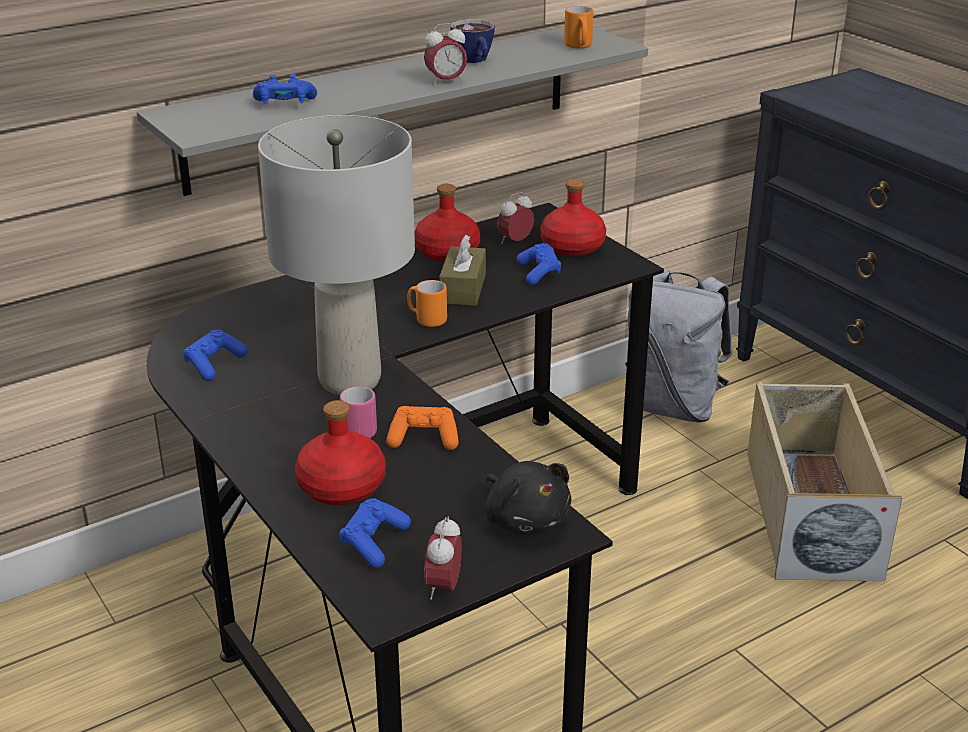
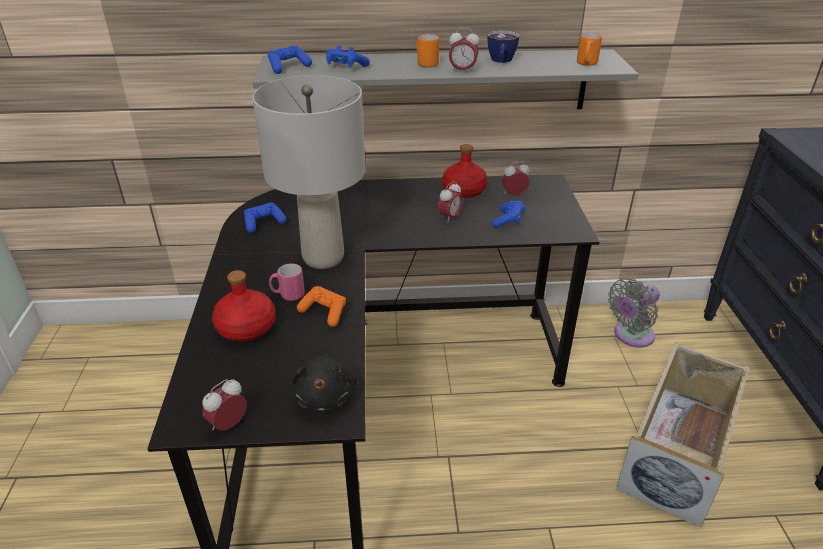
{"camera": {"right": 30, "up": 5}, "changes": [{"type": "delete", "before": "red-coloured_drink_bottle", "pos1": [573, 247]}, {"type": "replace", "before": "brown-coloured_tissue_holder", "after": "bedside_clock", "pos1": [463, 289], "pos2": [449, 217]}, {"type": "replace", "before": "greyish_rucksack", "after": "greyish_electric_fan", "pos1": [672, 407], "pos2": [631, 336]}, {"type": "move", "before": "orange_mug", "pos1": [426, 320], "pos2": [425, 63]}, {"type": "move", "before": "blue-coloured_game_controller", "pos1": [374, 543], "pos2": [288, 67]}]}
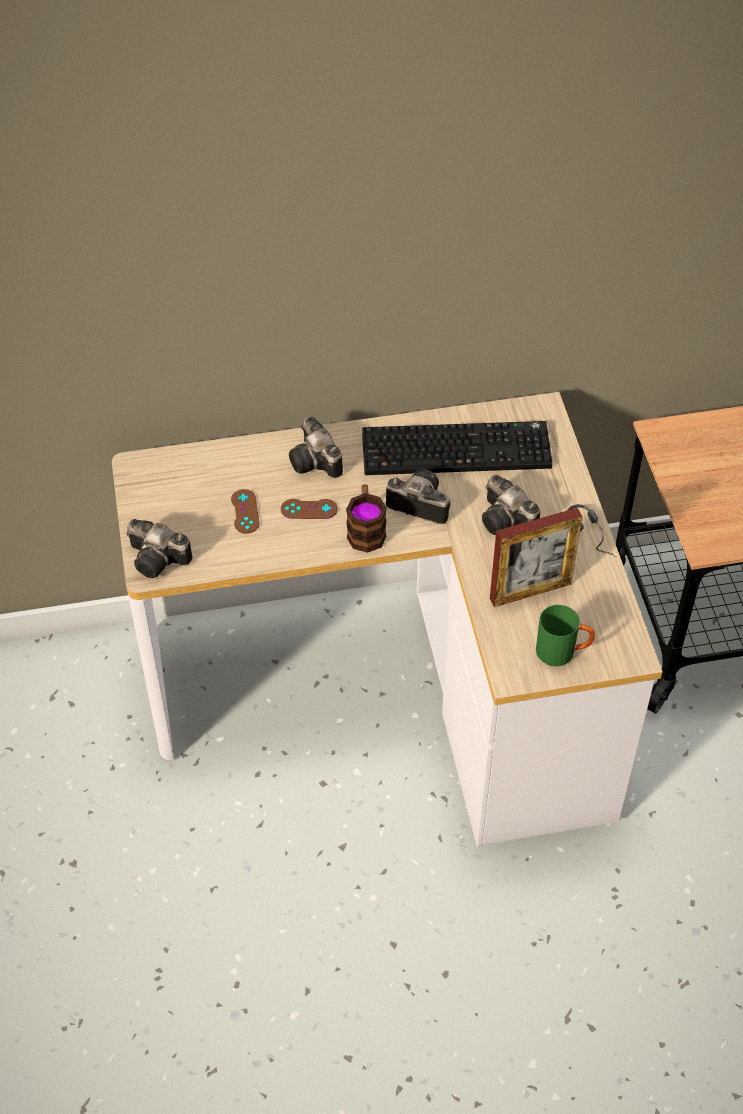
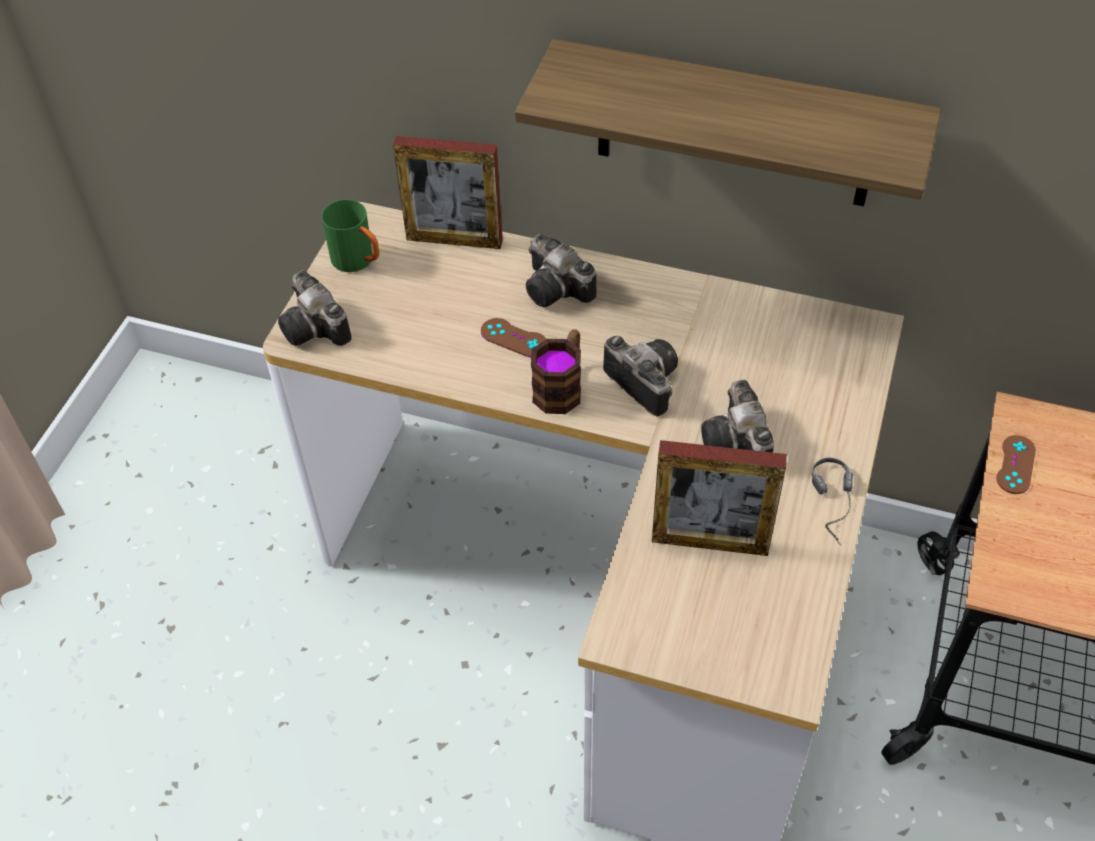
{"camera": {"right": 30, "up": 0}, "changes": [{"type": "rotate", "before": "still_camera", "pos1": [317, 462], "pos2": [559, 290], "turn": -45}, {"type": "delete", "before": "computer_keyboard", "pos1": [457, 448]}, {"type": "move", "before": "brown-coloured_game_controller", "pos1": [245, 511], "pos2": [1015, 465]}, {"type": "move", "before": "green-coloured_mug", "pos1": [563, 652], "pos2": [359, 262]}, {"type": "insert", "after": "wall_shelf", "pos2": [735, 126]}, {"type": "insert", "after": "standing_frame", "pos2": [454, 240]}]}
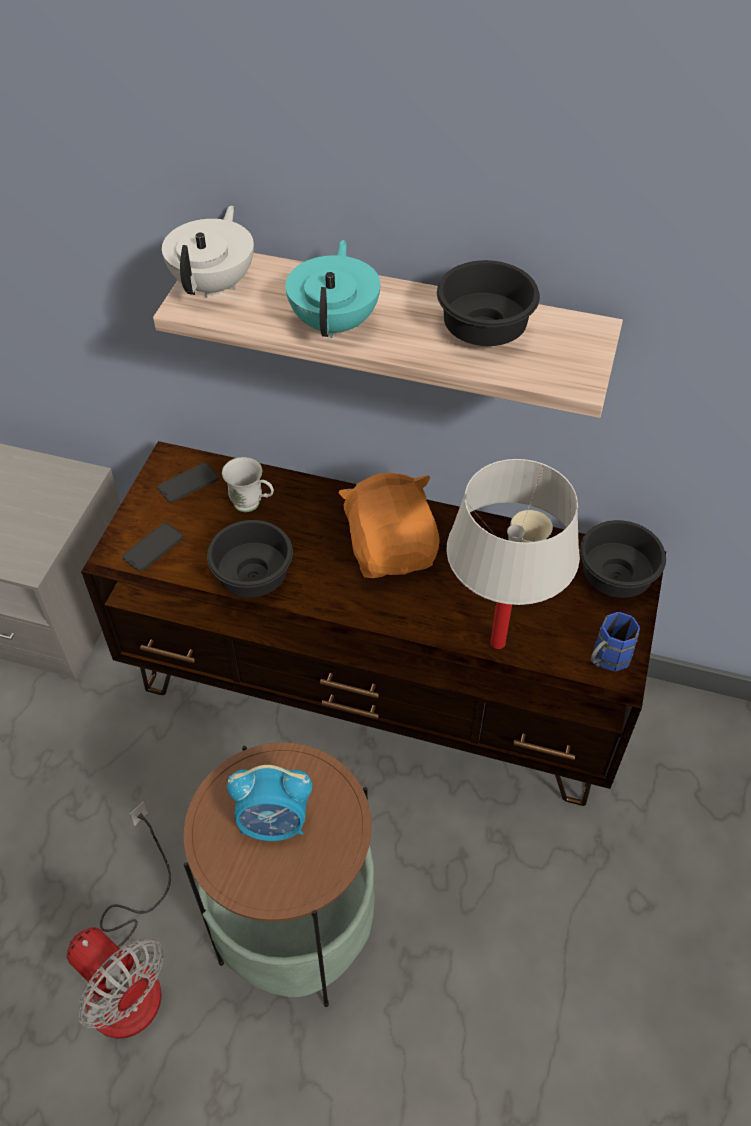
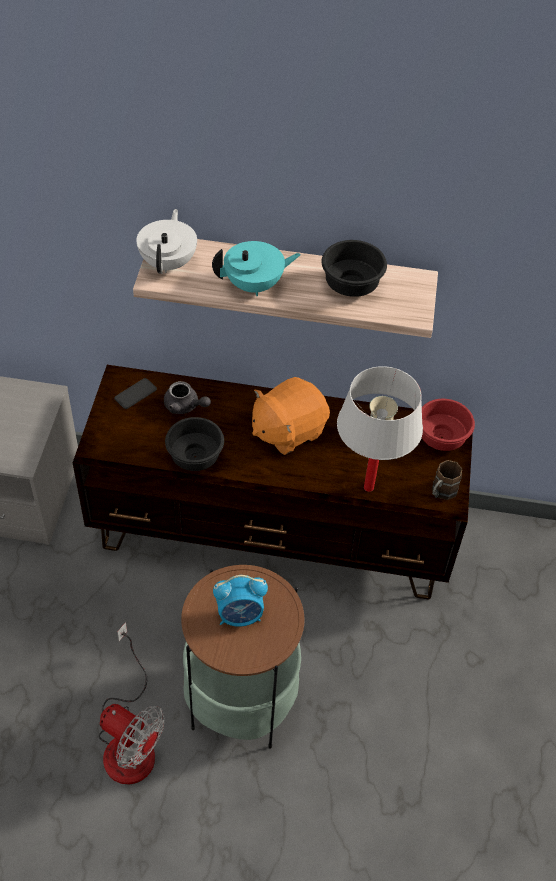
{"camera": {"right": -10, "up": 0}, "changes": [{"type": "rotate", "before": "turquoise-coloured_teapot", "pos1": [335, 323], "pos2": [254, 285], "turn": 75}, {"type": "replace", "before": "whitish_mug", "after": "greyish_teapot", "pos1": [252, 505], "pos2": [185, 406]}, {"type": "rotate", "before": "orange_plush_toy", "pos1": [392, 549], "pos2": [288, 430], "turn": -105}, {"type": "recolor", "before": "black_deep_dish", "after": "red-coloured_deep_dish", "pos1": [614, 578], "pos2": [440, 438]}, {"type": "delete", "before": "telephone", "pos1": [153, 547]}, {"type": "recolor", "before": "blue-coloured_mug", "after": "brown-coloured_mug", "pos1": [605, 660], "pos2": [441, 493]}]}
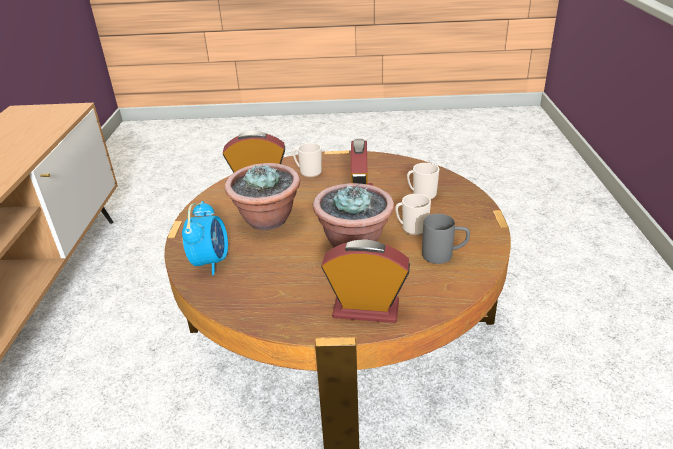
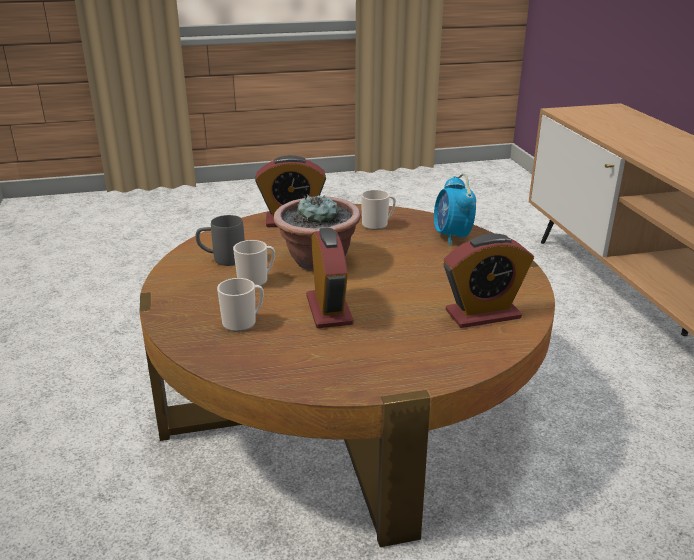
{"camera": {"right": 165, "up": -5}, "changes": [{"type": "move", "before": "mug", "pos1": [308, 172], "pos2": [377, 225]}, {"type": "delete", "before": "houseplant", "pos1": [267, 220]}]}
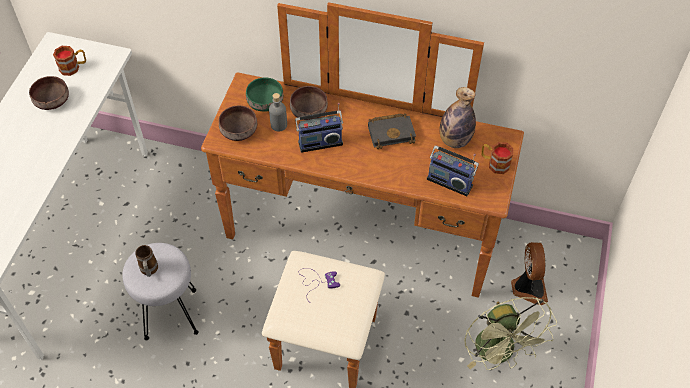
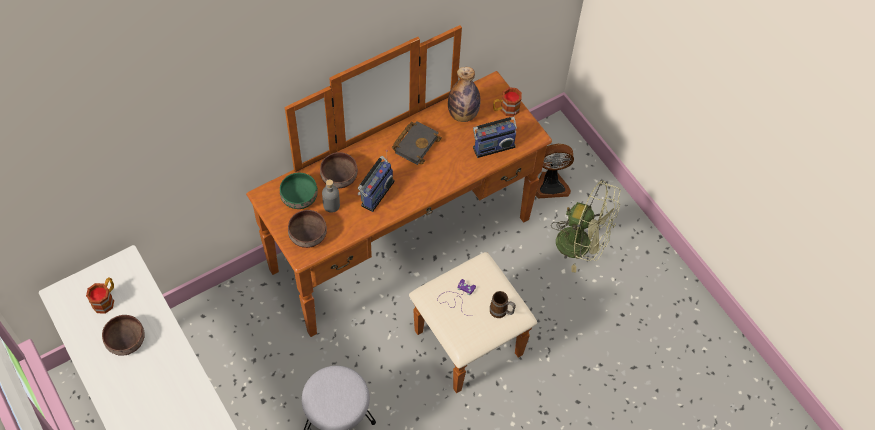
{"camera": {"right": -50, "up": 5}, "changes": [{"type": "rotate", "before": "electric_fan", "pos1": [528, 287], "pos2": [551, 184], "turn": 135}, {"type": "move", "before": "mug", "pos1": [149, 271], "pos2": [501, 312]}]}
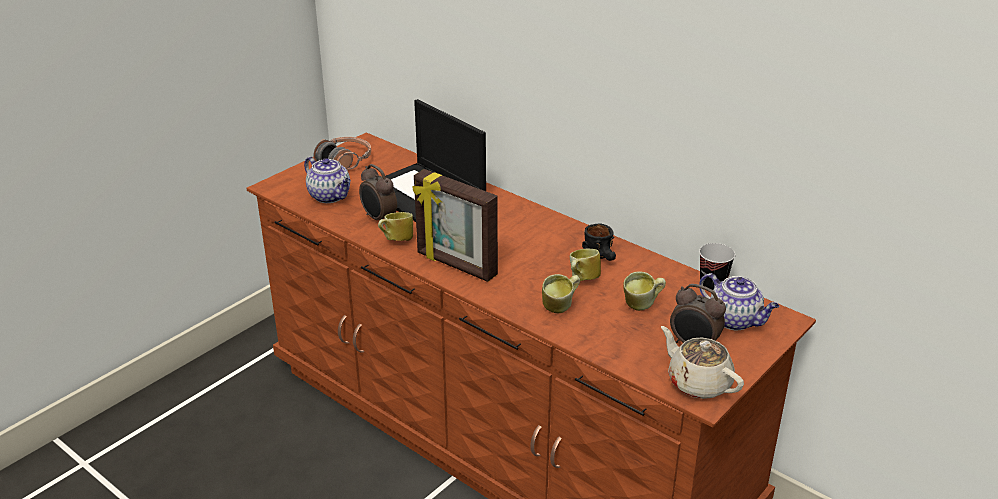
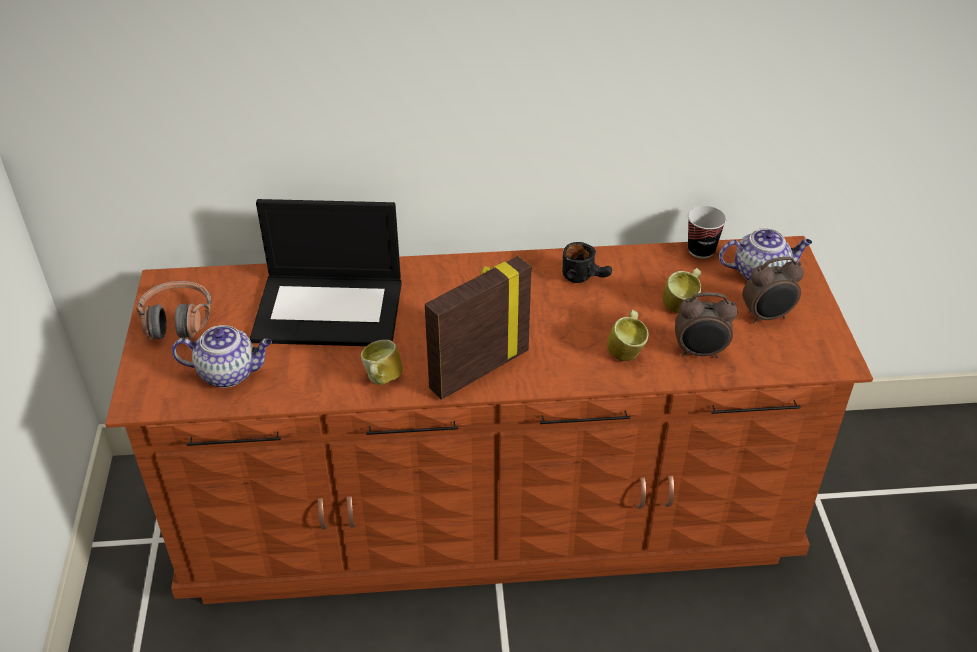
{"camera": {"right": -45, "up": 10}, "changes": [{"type": "move", "before": "bedside_clock", "pos1": [378, 219], "pos2": [700, 353]}, {"type": "rotate", "before": "standing_frame", "pos1": [455, 265], "pos2": [478, 369], "turn": 150}, {"type": "delete", "before": "mug", "pos1": [582, 280]}, {"type": "delete", "before": "beige_teapot", "pos1": [698, 382]}]}
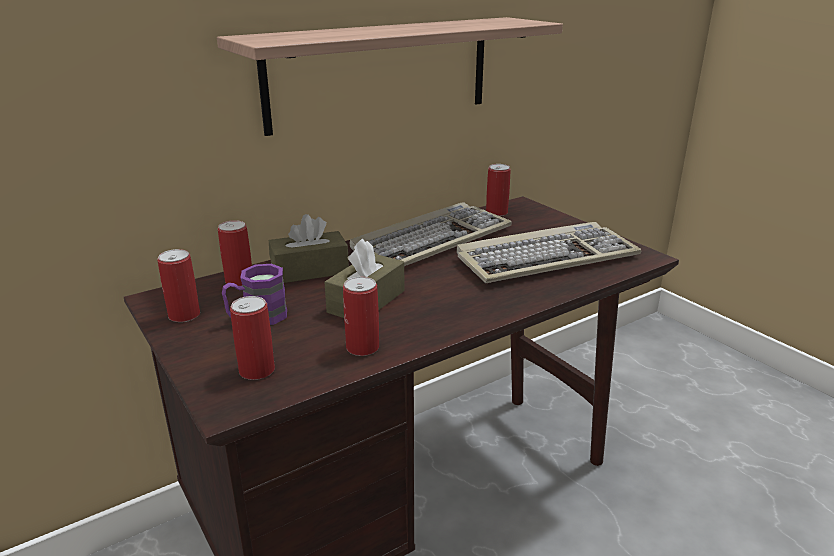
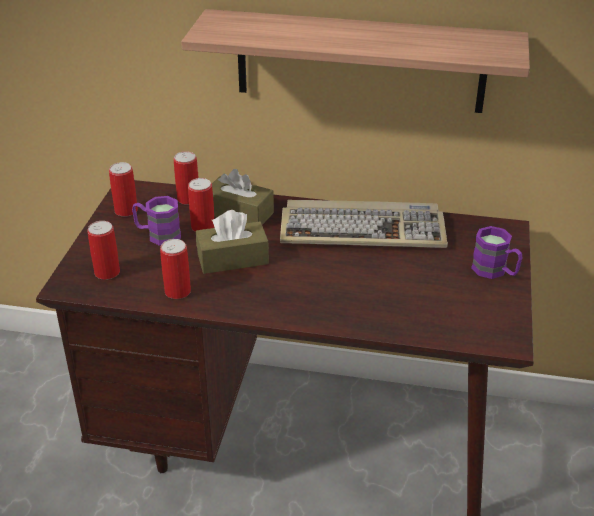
{"camera": {"right": 45, "up": 10}, "changes": [{"type": "move", "before": "sealed_can", "pos1": [496, 212], "pos2": [203, 227]}, {"type": "delete", "before": "computer_keyboard", "pos1": [546, 258]}, {"type": "insert", "after": "purple-coloured_mug", "pos2": [495, 271]}]}
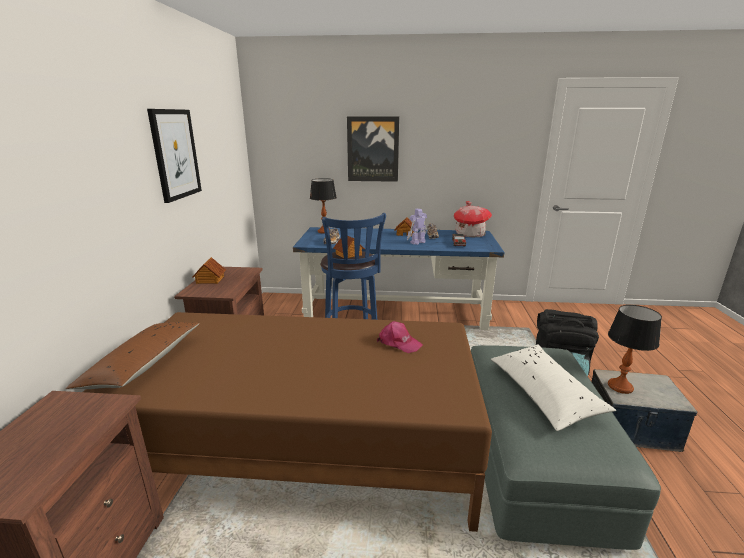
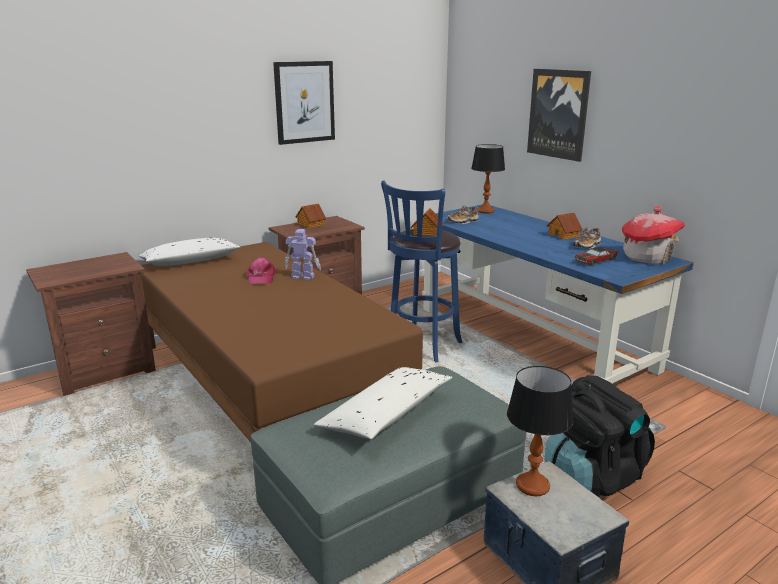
{"camera": {"right": 50, "up": 0}, "changes": [{"type": "move", "before": "toy_robot", "pos1": [417, 242], "pos2": [302, 276]}, {"type": "move", "before": "pink_cap", "pos1": [399, 343], "pos2": [261, 277]}, {"type": "recolor", "before": "brown-coloured_cushion", "after": "whitish_cushion", "pos1": [143, 364], "pos2": [191, 262]}]}
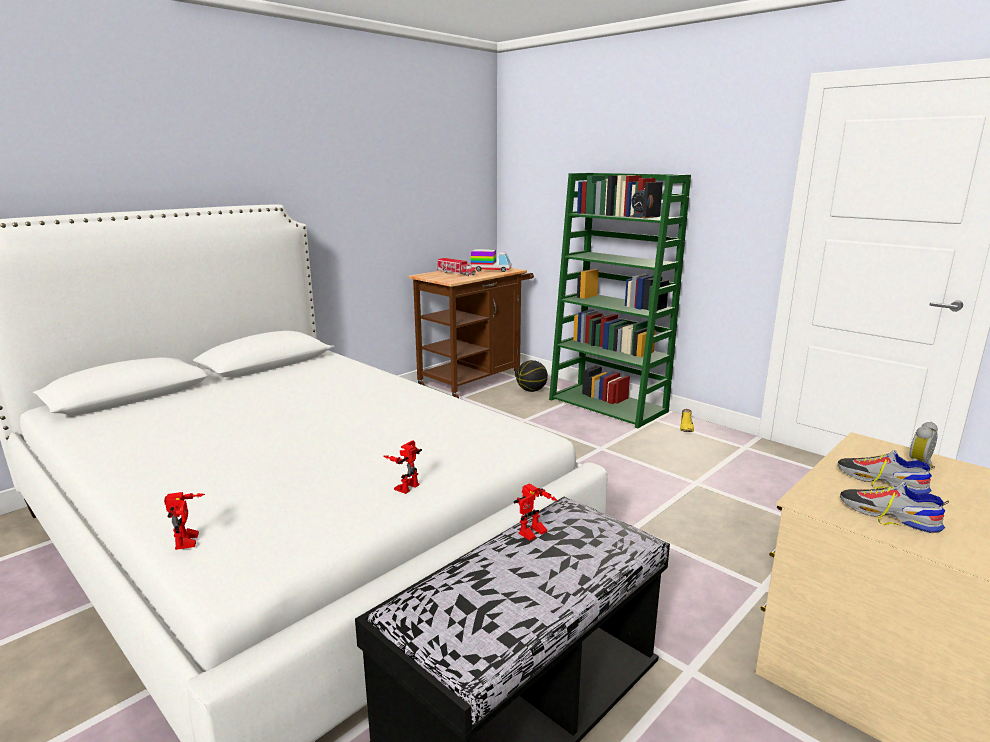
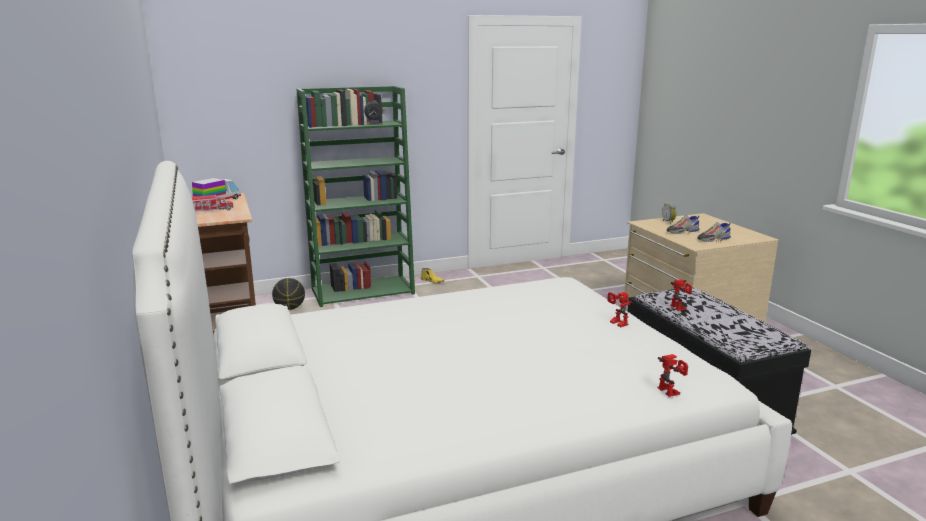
{"camera": {"right": -65, "up": 0}, "changes": [{"type": "rotate", "before": "toy_robot", "pos1": [191, 541], "pos2": [672, 391], "turn": 60}]}
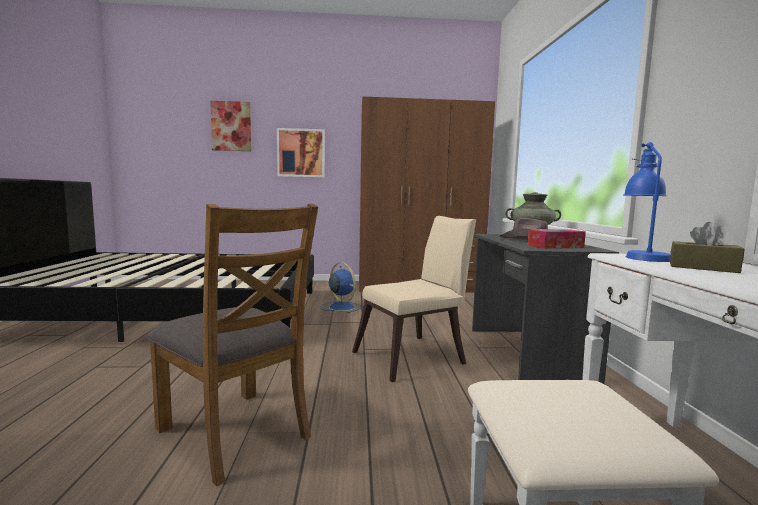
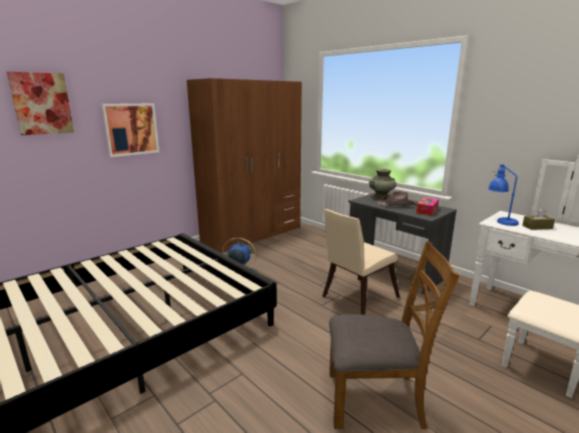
{"camera": {"right": -40, "up": 10}, "changes": [{"type": "rotate", "before": "beige_upright_chair", "pos1": [415, 357], "pos2": [356, 298], "turn": -150}]}
